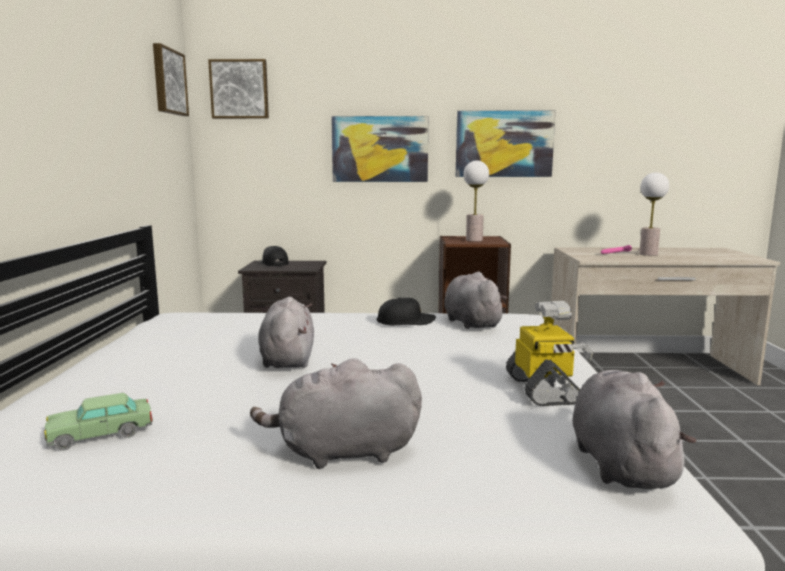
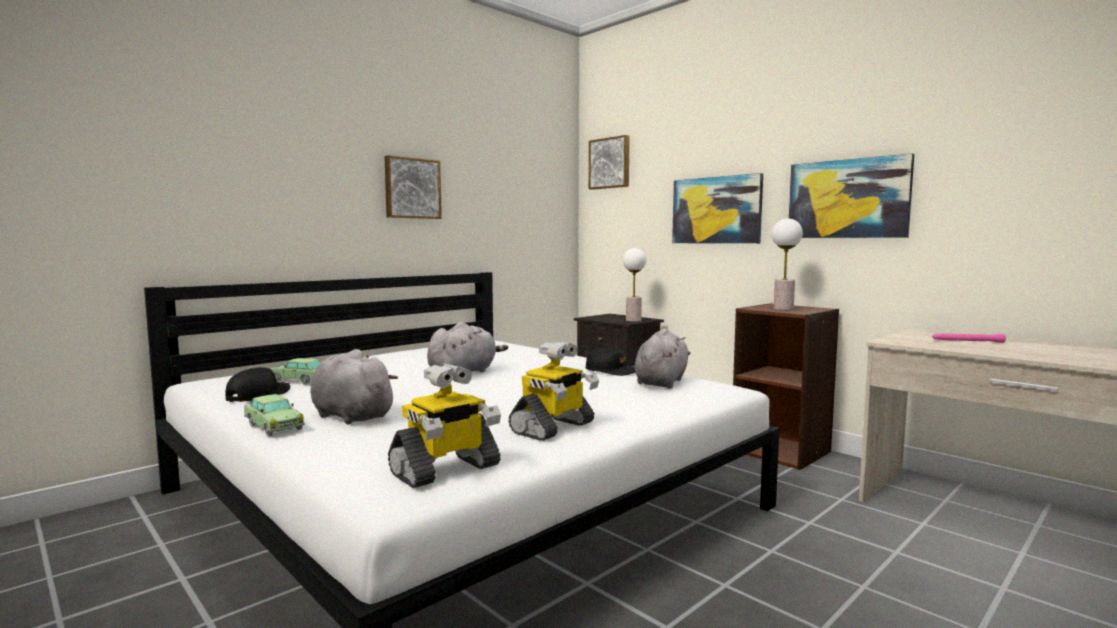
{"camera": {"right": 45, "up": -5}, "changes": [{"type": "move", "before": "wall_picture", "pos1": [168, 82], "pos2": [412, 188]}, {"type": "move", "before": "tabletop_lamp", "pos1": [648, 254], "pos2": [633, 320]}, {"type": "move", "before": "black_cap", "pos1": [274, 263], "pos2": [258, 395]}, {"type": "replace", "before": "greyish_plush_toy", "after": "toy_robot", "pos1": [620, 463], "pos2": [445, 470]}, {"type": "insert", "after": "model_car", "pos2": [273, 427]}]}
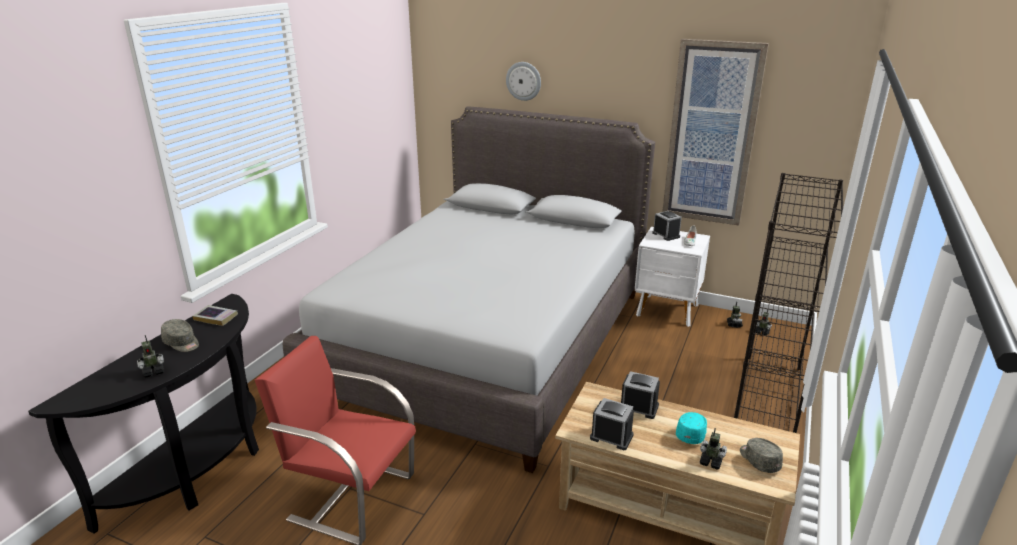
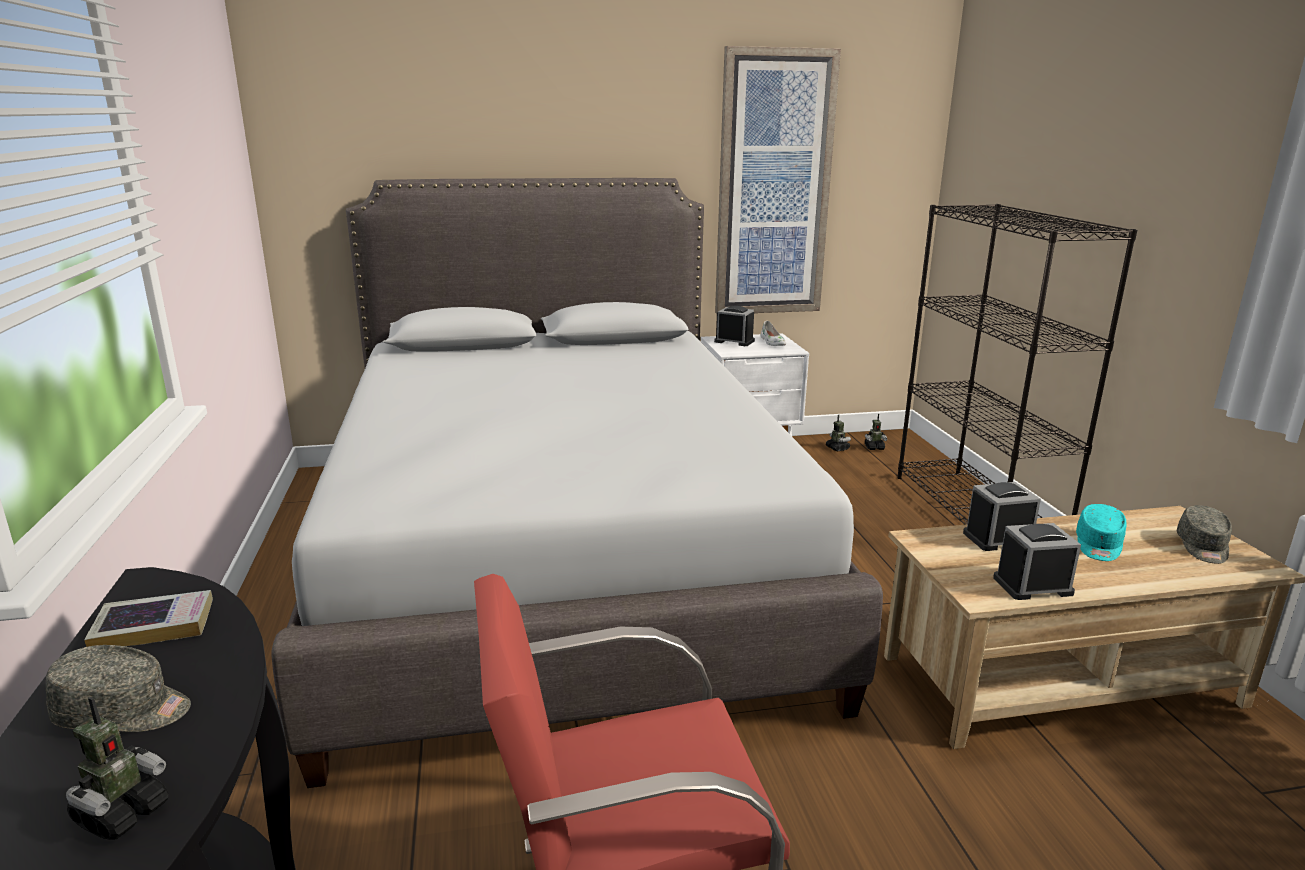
{"camera": {"right": -35, "up": -5}, "changes": [{"type": "delete", "before": "wall_clock", "pos1": [523, 81]}, {"type": "rotate", "before": "turquoise-coloured_cap", "pos1": [692, 433], "pos2": [1098, 545], "turn": -150}, {"type": "delete", "before": "toy_robot", "pos1": [711, 462]}, {"type": "rotate", "before": "greyish_cap", "pos1": [758, 460], "pos2": [1202, 547], "turn": -105}]}
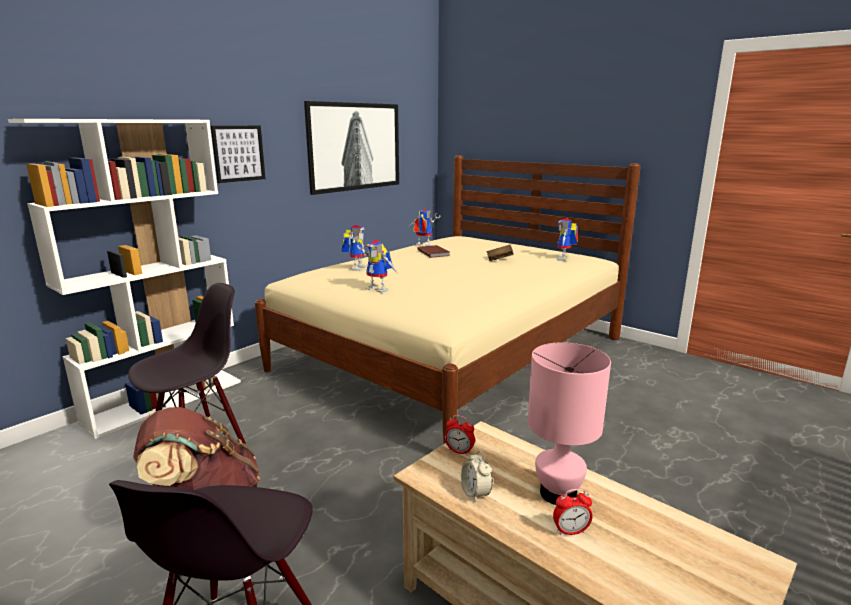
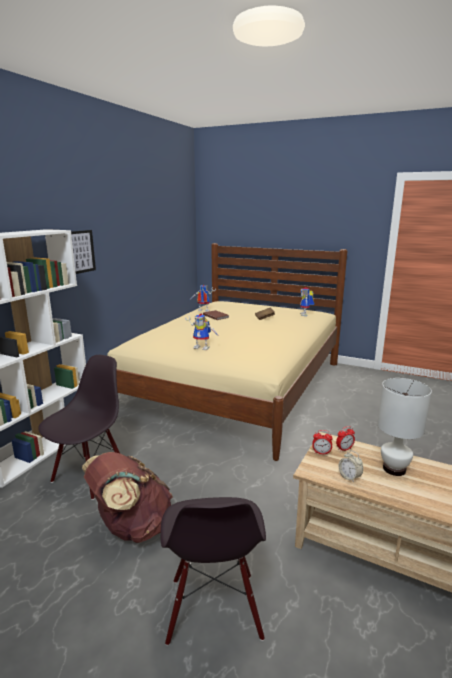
{"camera": {"right": -15, "up": 0}, "changes": [{"type": "delete", "before": "wall_picture", "pos1": [355, 146]}, {"type": "delete", "before": "toy_robot", "pos1": [356, 268]}, {"type": "recolor", "before": "pink_tabletop_lamp", "after": "whitish_tabletop_lamp", "pos1": [557, 493], "pos2": [393, 469]}, {"type": "move", "before": "bedside_clock", "pos1": [570, 531], "pos2": [344, 449]}]}
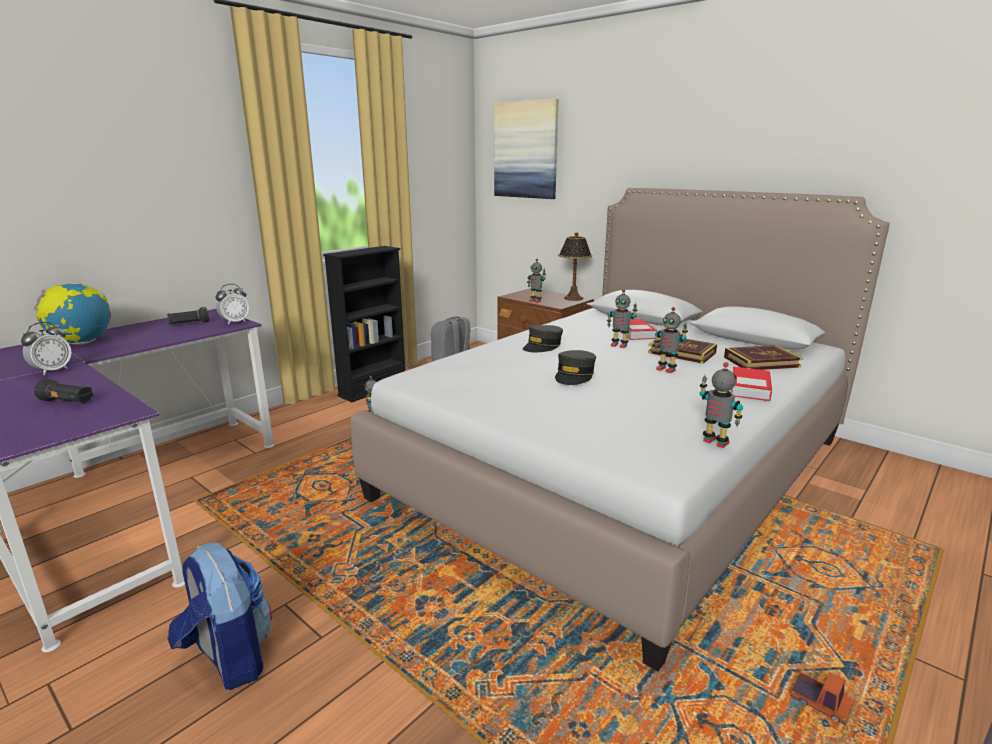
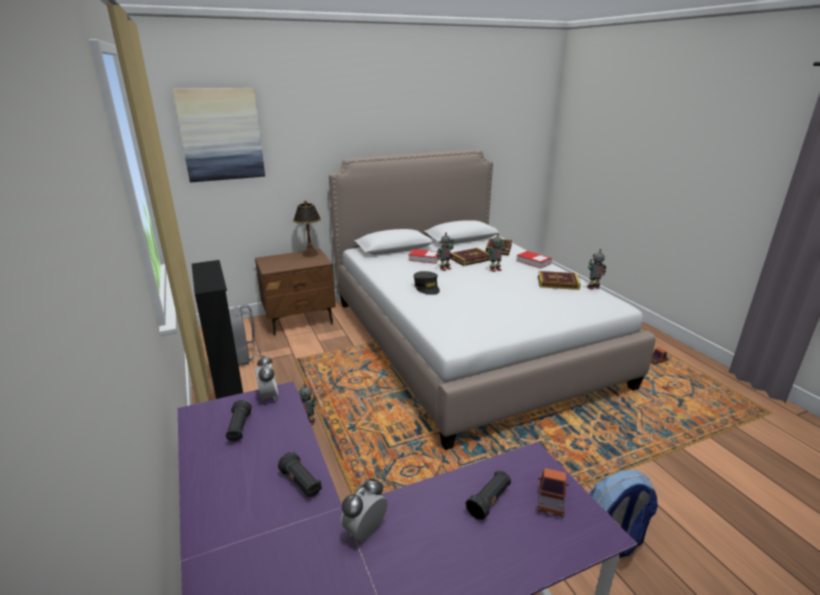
{"camera": {"right": -65, "up": 5}, "changes": [{"type": "delete", "before": "toy_robot", "pos1": [535, 301]}, {"type": "delete", "before": "globe", "pos1": [82, 343]}, {"type": "rotate", "before": "bedside_clock", "pos1": [52, 371], "pos2": [365, 531], "turn": -105}, {"type": "delete", "before": "greyish_cap", "pos1": [574, 375]}, {"type": "insert", "after": "bound_book", "pos2": [558, 283]}, {"type": "insert", "after": "black_flashlight", "pos2": [301, 483]}, {"type": "insert", "after": "model_truck", "pos2": [551, 499]}]}
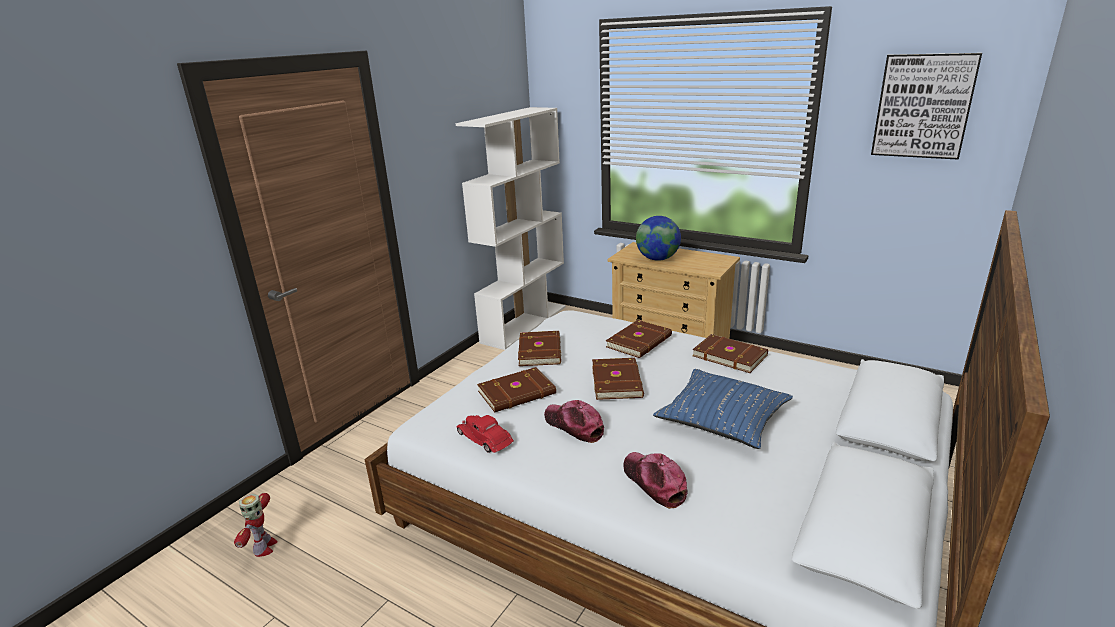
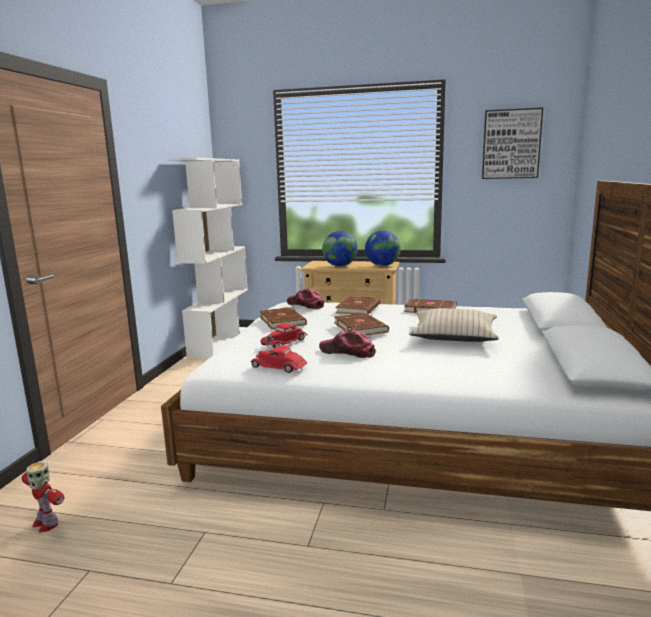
{"camera": {"right": -20, "up": -10}, "changes": [{"type": "replace", "before": "brown-coloured_bound_book", "after": "red-coloured_model_car", "pos1": [517, 393], "pos2": [284, 342]}, {"type": "recolor", "before": "blue-coloured_cushion", "after": "beige_cushion", "pos1": [722, 418], "pos2": [454, 336]}, {"type": "move", "before": "cap", "pos1": [654, 483], "pos2": [305, 305]}, {"type": "rotate", "before": "toy_robot", "pos1": [264, 548], "pos2": [46, 523], "turn": 150}, {"type": "insert", "after": "globe", "pos2": [382, 265]}]}
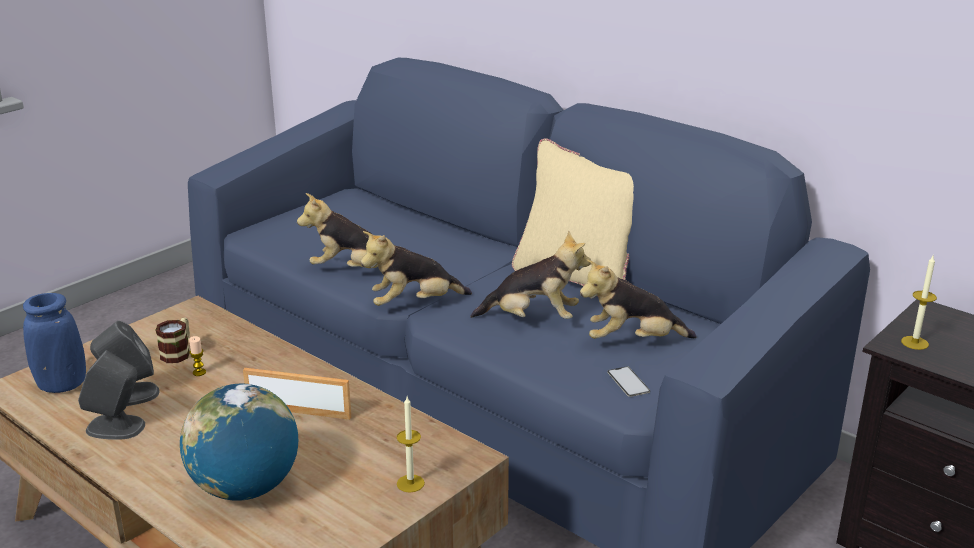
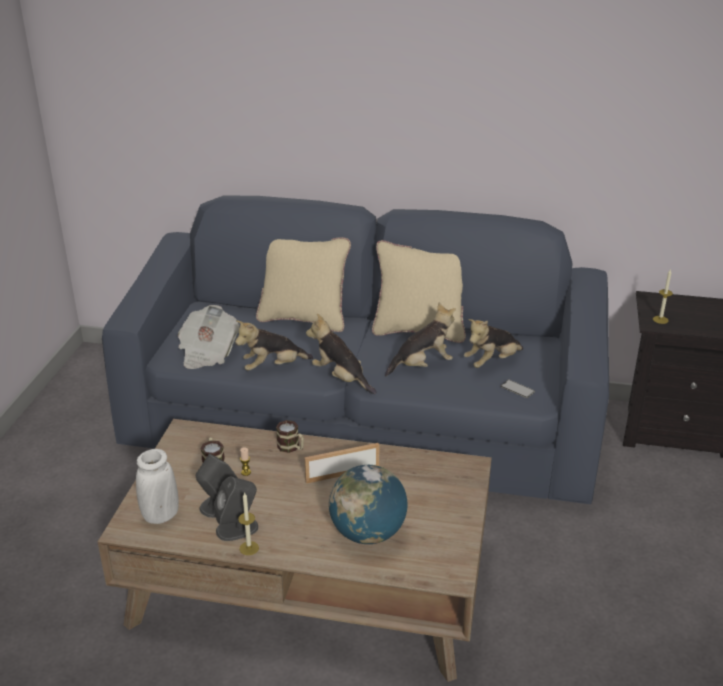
{"camera": {"right": -30, "up": 5}, "changes": [{"type": "rotate", "before": "plush_toy", "pos1": [414, 304], "pos2": [341, 378], "turn": 90}, {"type": "recolor", "before": "blue-coloured_decorative_vase", "after": "whitish_decorative_vase", "pos1": [62, 385], "pos2": [160, 515]}, {"type": "move", "before": "candle", "pos1": [410, 483], "pos2": [249, 548]}, {"type": "insert", "after": "beige_cushion", "pos2": [303, 319]}, {"type": "insert", "after": "printed_paper", "pos2": [207, 353]}, {"type": "insert", "after": "mug", "pos2": [291, 448]}]}
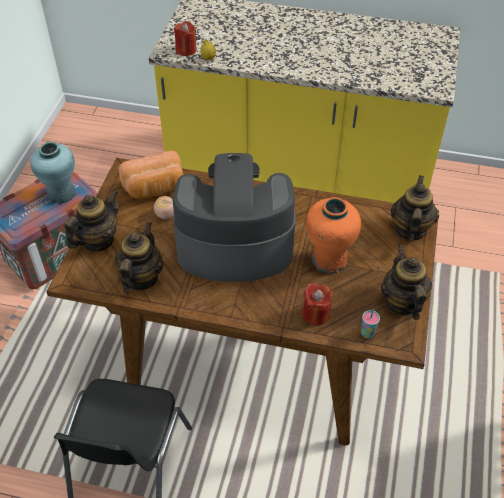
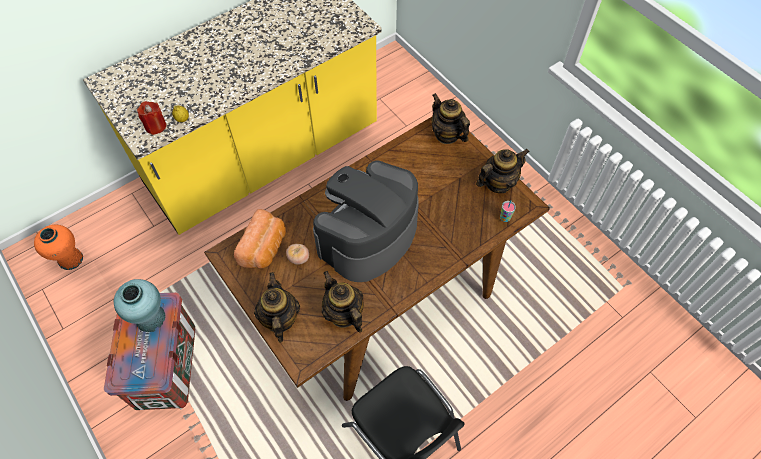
{"camera": {"right": -50, "up": 10}, "changes": [{"type": "move", "before": "orange_decorative_vase", "pos1": [329, 260], "pos2": [70, 259]}, {"type": "rotate", "before": "teapot", "pos1": [402, 302], "pos2": [498, 183], "turn": 120}, {"type": "delete", "before": "red-coloured_candle", "pos1": [316, 314]}]}
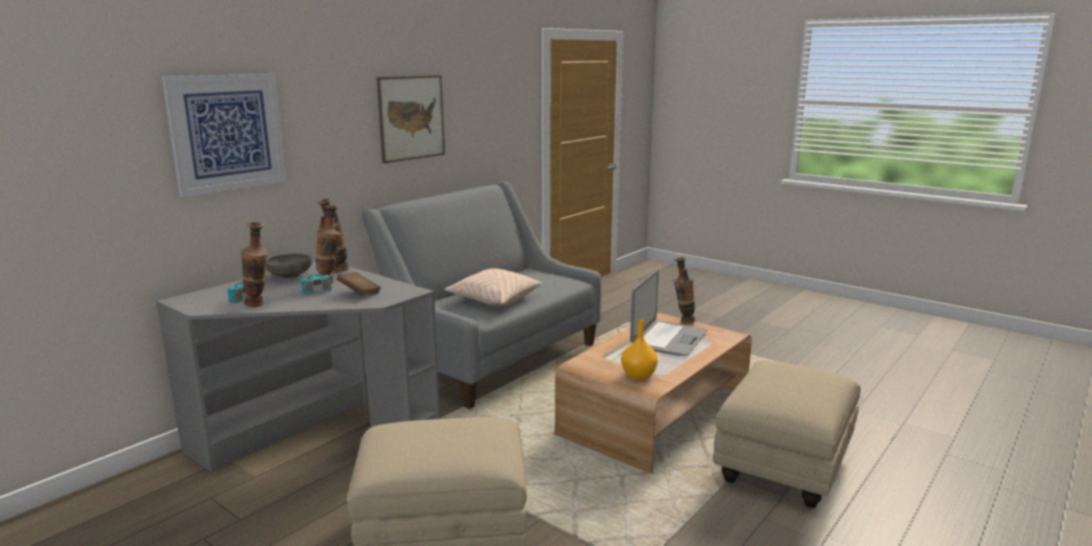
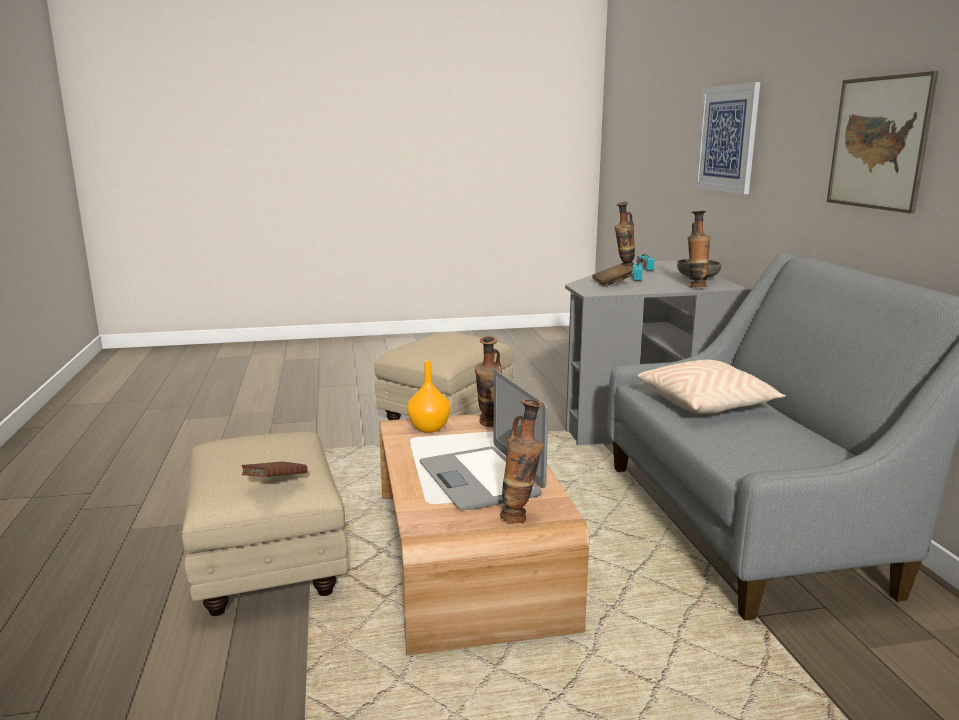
{"camera": {"right": 130, "up": 0}, "changes": [{"type": "move", "before": "decorative_vase", "pos1": [330, 282], "pos2": [488, 426]}, {"type": "insert", "after": "brown-coloured_bound_book", "pos2": [275, 483]}]}
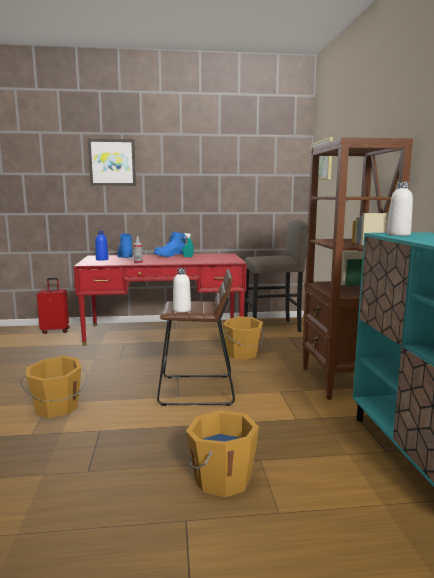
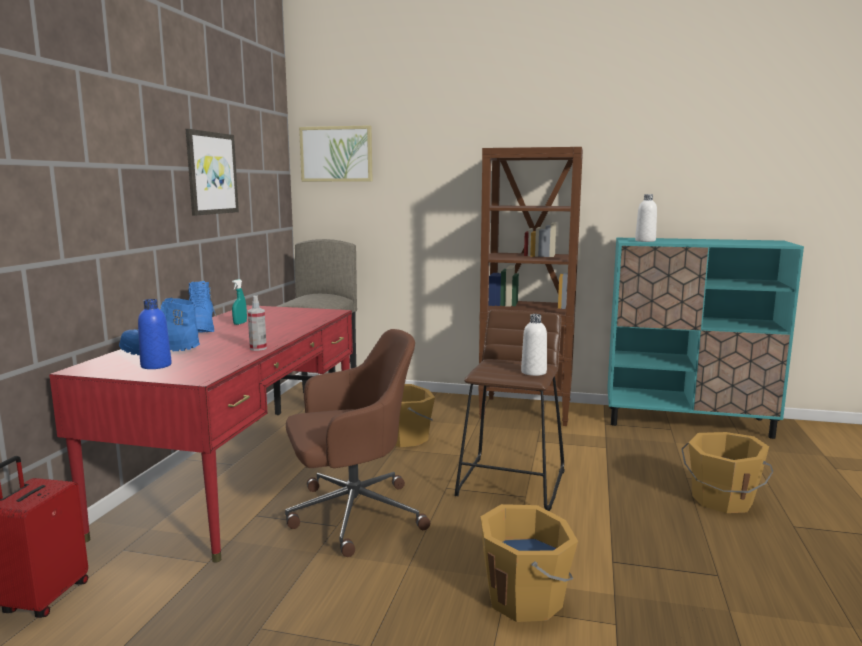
{"camera": {"right": -70, "up": 0}, "changes": [{"type": "move", "before": "wall_picture", "pos1": [112, 162], "pos2": [211, 173]}, {"type": "insert", "after": "brown-coloured_computer_chair", "pos2": [352, 515]}]}
